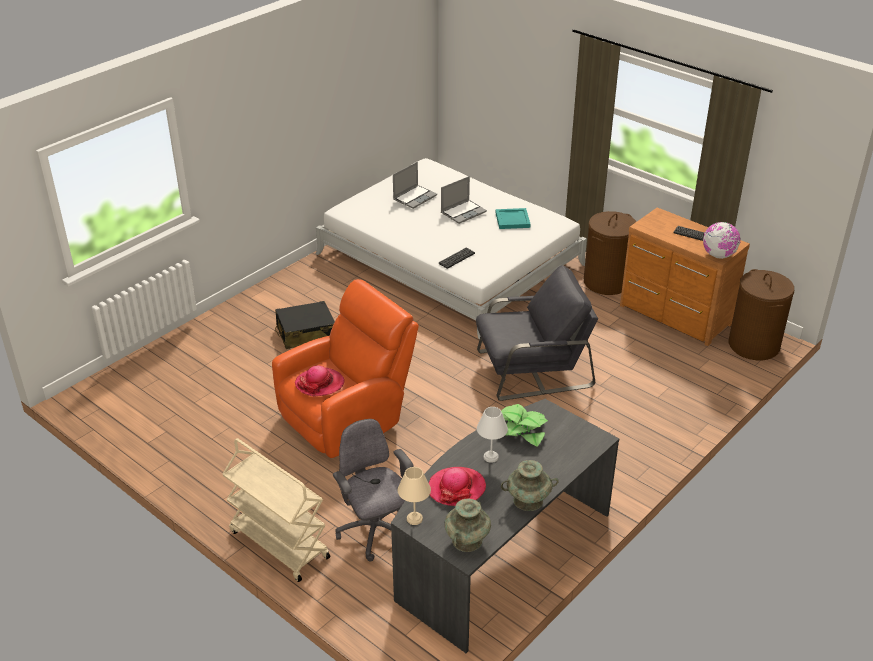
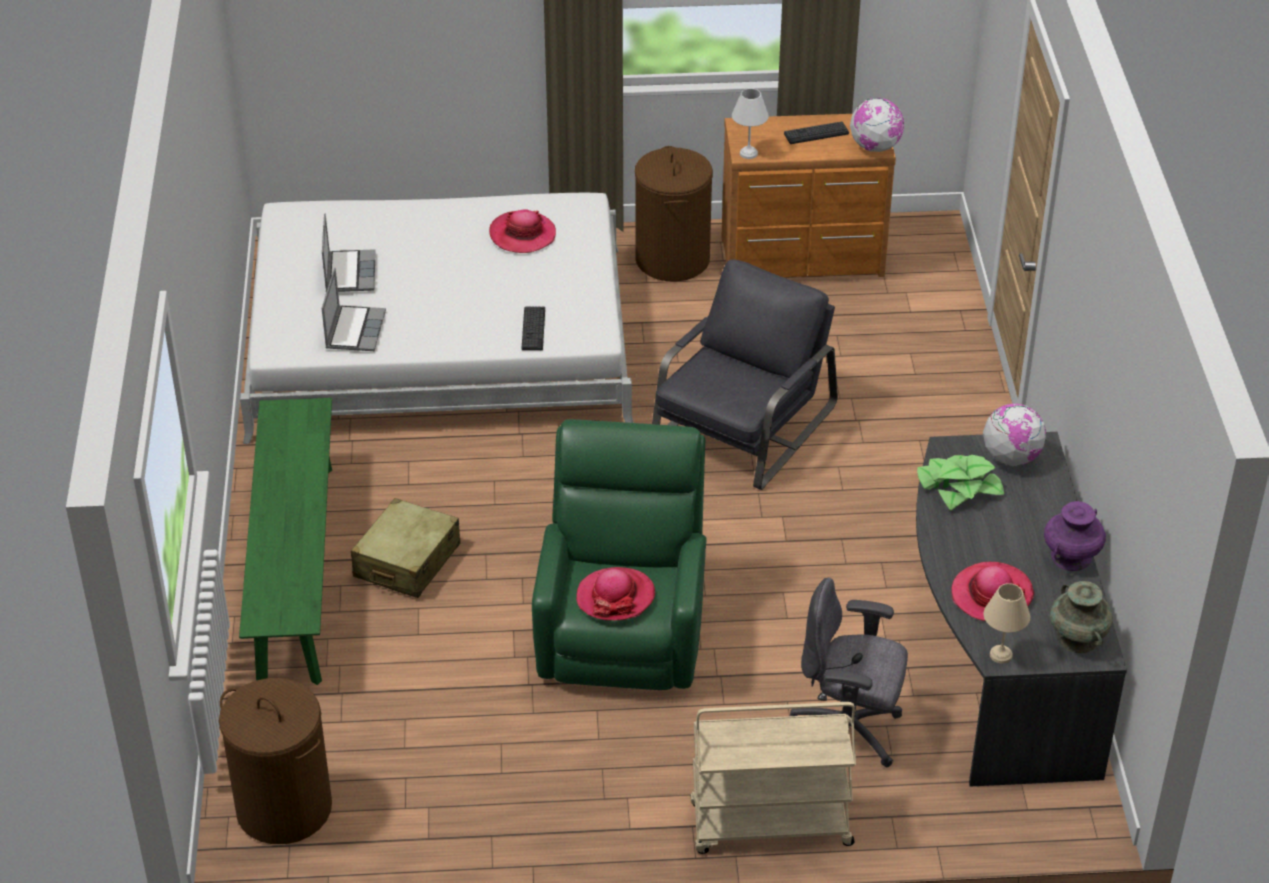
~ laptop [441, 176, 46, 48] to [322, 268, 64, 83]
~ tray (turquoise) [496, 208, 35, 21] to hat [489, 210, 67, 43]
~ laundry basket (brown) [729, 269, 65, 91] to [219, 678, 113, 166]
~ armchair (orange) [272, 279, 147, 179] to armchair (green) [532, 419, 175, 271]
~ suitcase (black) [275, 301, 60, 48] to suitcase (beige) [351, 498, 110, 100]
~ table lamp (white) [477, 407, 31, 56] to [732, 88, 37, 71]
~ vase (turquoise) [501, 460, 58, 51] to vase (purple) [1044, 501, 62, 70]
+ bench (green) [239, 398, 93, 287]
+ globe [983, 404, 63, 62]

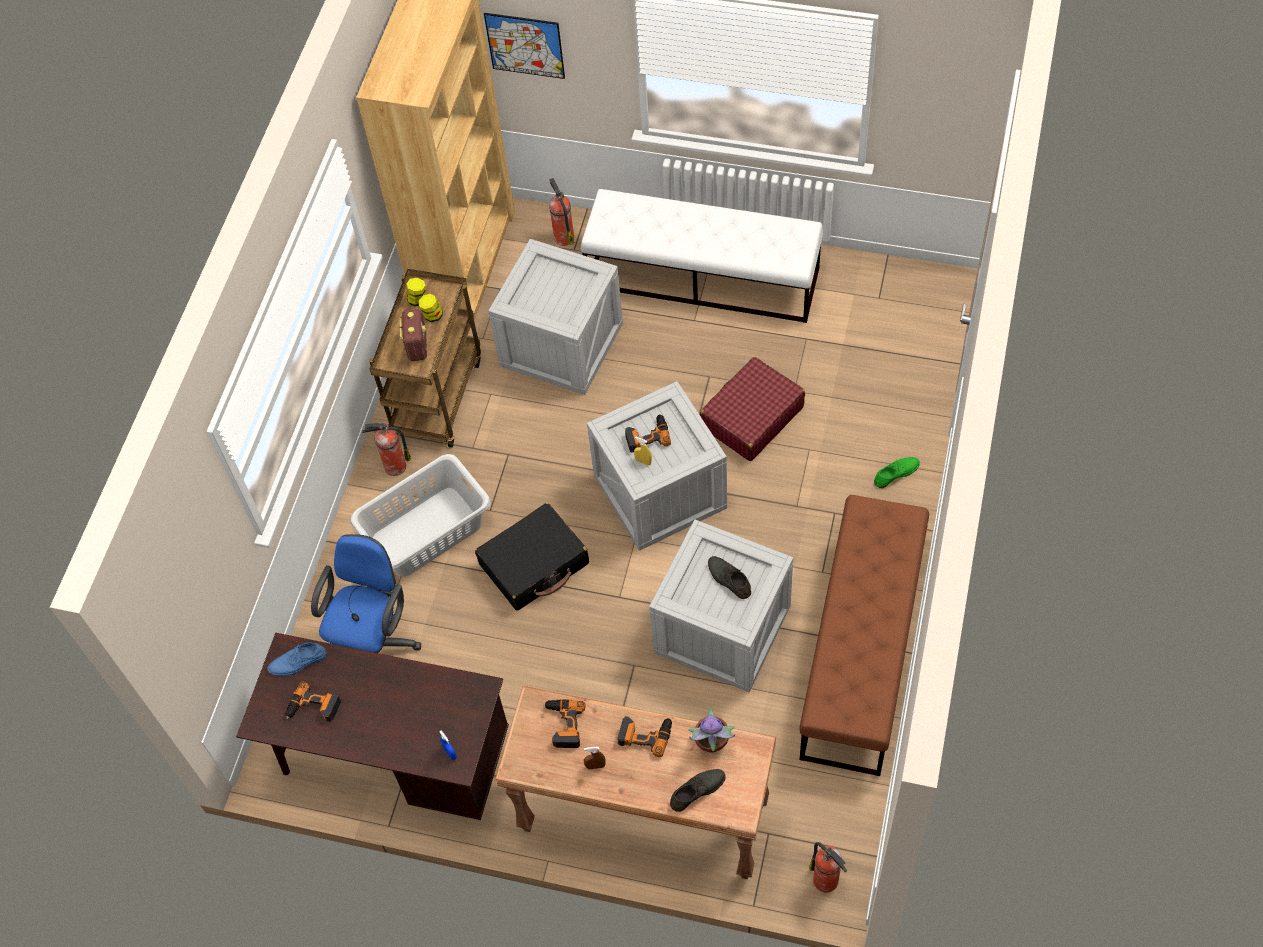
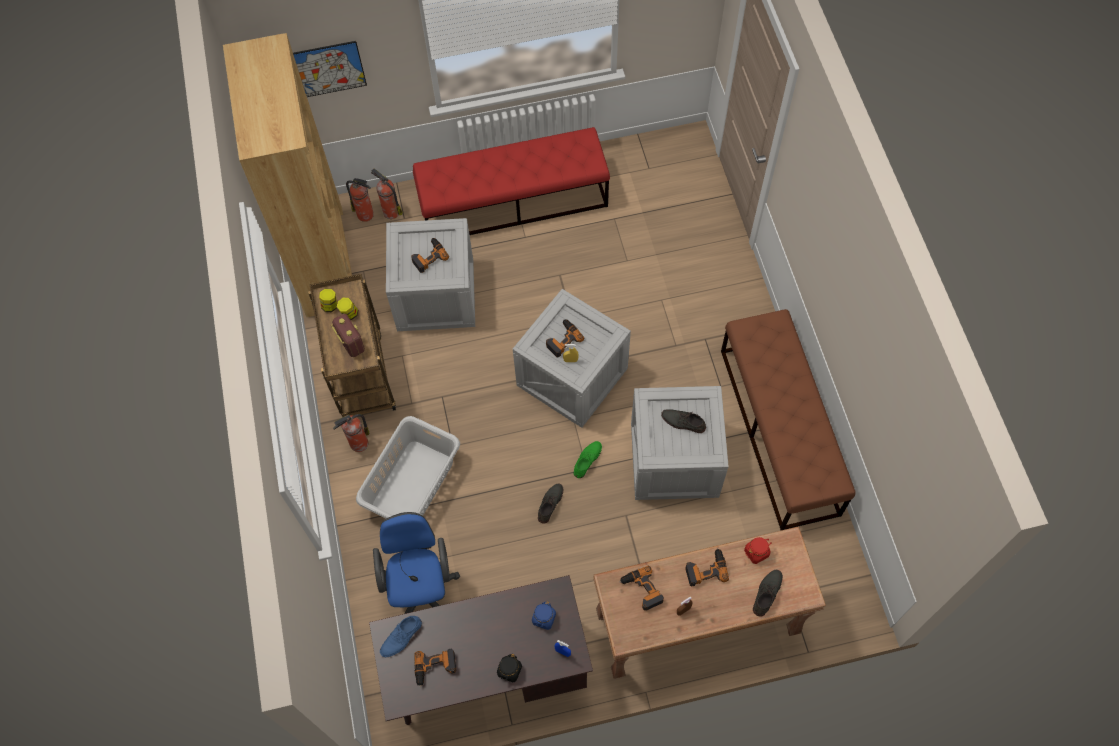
~ bench (white) [581, 189, 242, 134] to bench (red) [413, 127, 197, 108]
- suitcase (red) [700, 357, 105, 104]
~ shoe (green) [874, 457, 46, 31] to [574, 441, 28, 37]
- suitcase (black) [475, 503, 114, 108]
~ potted plant [688, 706, 47, 47] to jar (red) [744, 537, 28, 27]
~ fire extinguisher [809, 842, 38, 50] to [346, 178, 28, 44]
+ power drill [411, 238, 38, 35]
+ shoe (grey) [538, 483, 25, 41]
+ jar (blue) [532, 601, 24, 29]
+ jar (black) [497, 654, 25, 29]

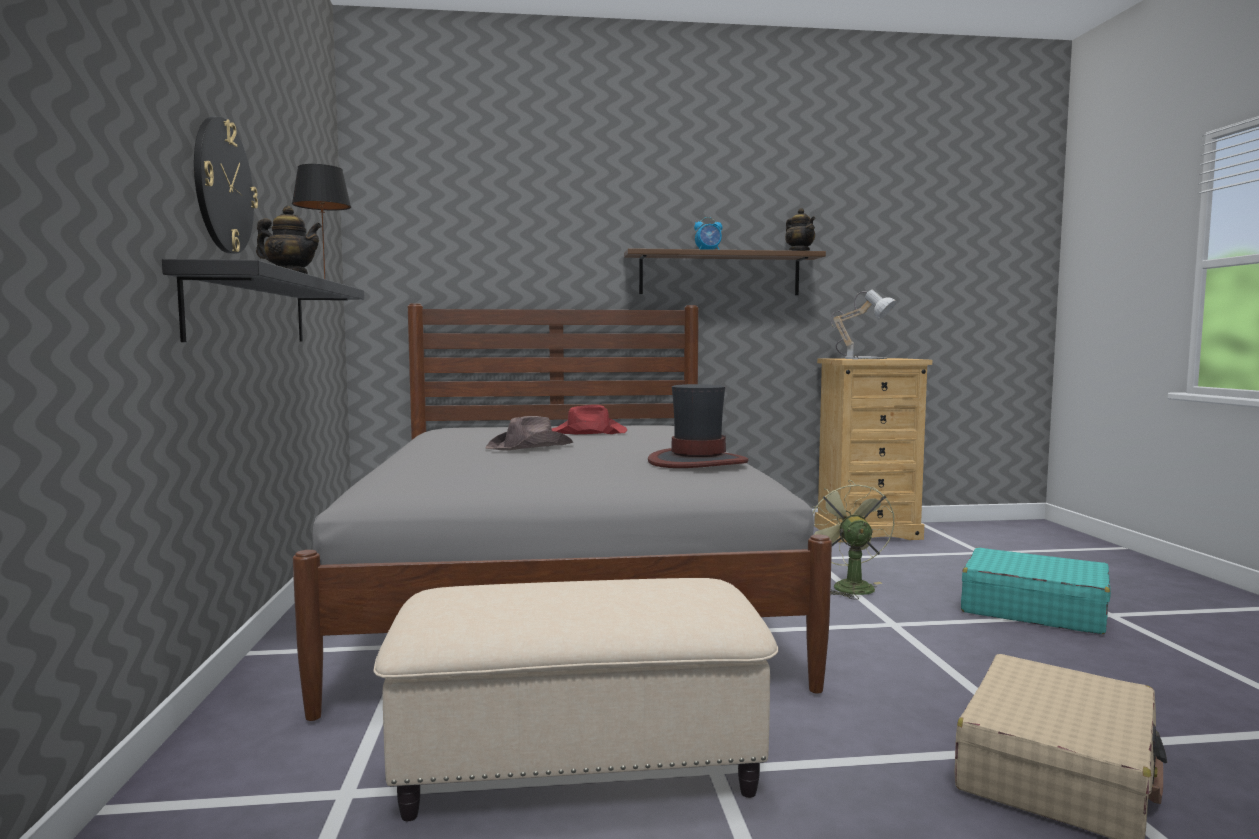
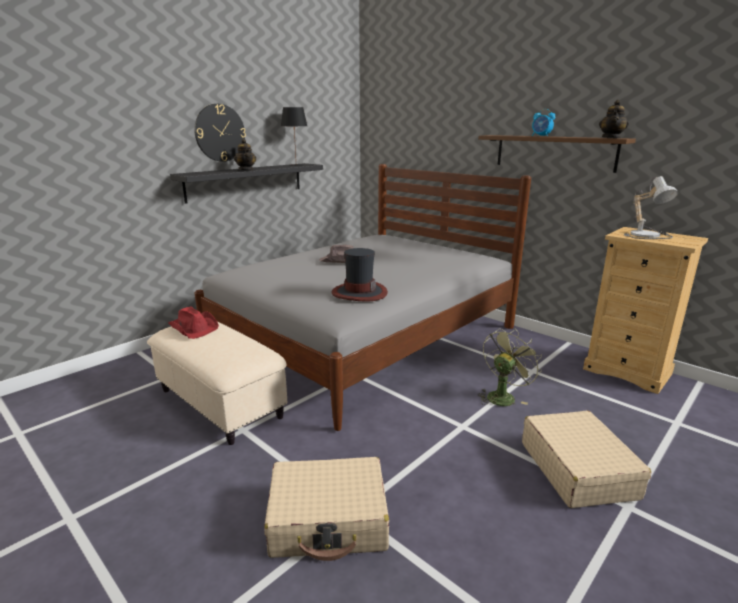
~ hat (red) [552, 405, 75, 29] to [168, 306, 51, 33]
~ suitcase (turquoise) [961, 548, 150, 86] to suitcase (beige) [522, 411, 129, 97]

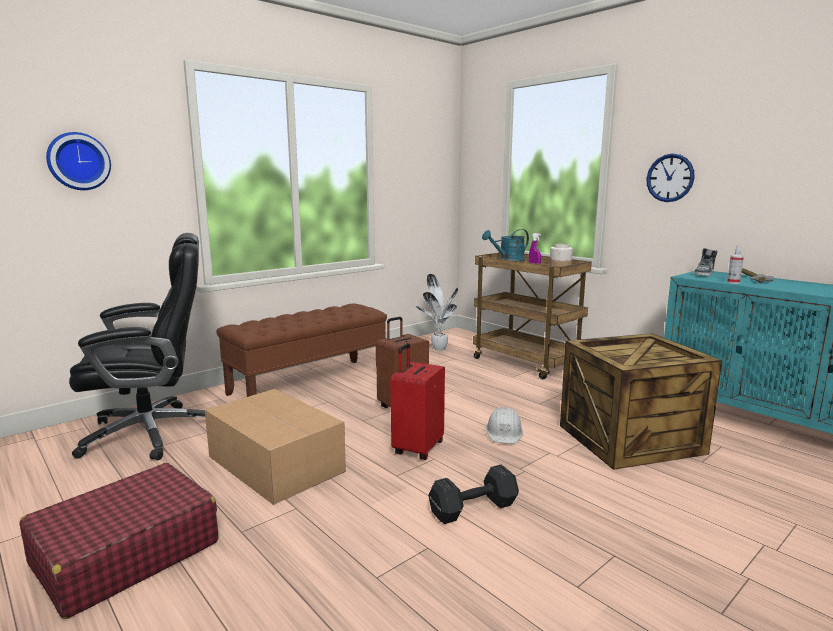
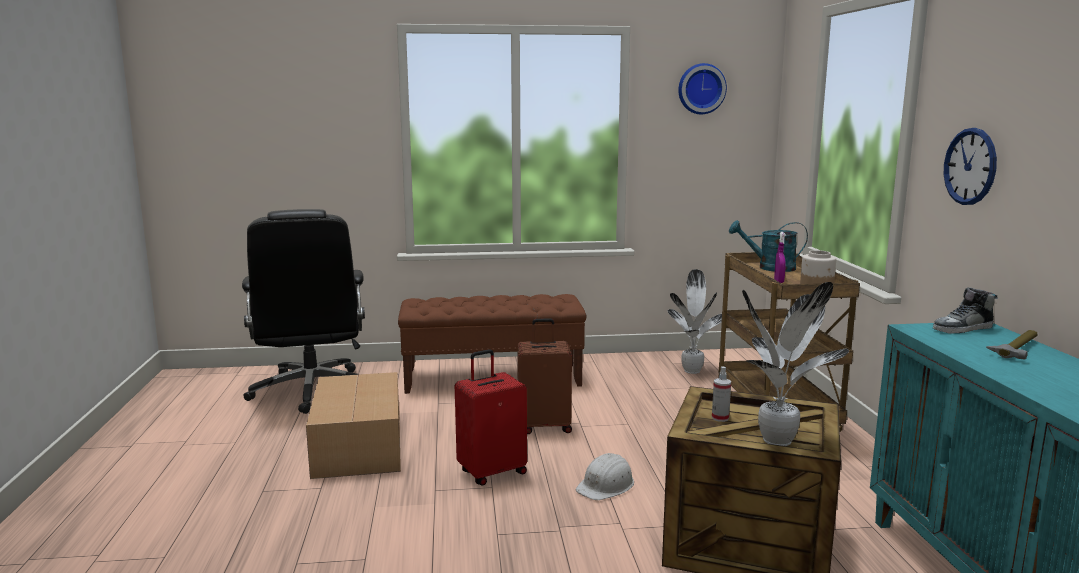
~ wall clock [46, 132, 65, 58] to [678, 63, 49, 51]
~ office chair (black) [69, 233, 136, 227] = [242, 209, 123, 205] 60 degrees clockwise
~ spray bottle [727, 246, 17, 38] to [712, 367, 19, 55]
- suitcase (red) [19, 463, 199, 156]
- dumbbell (black) [428, 465, 91, 59]
+ potted plant [742, 282, 107, 164]

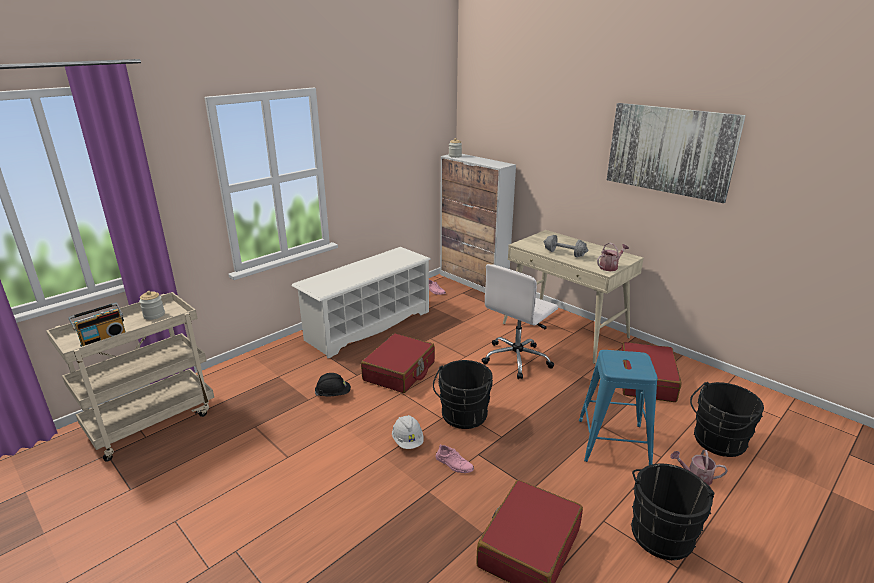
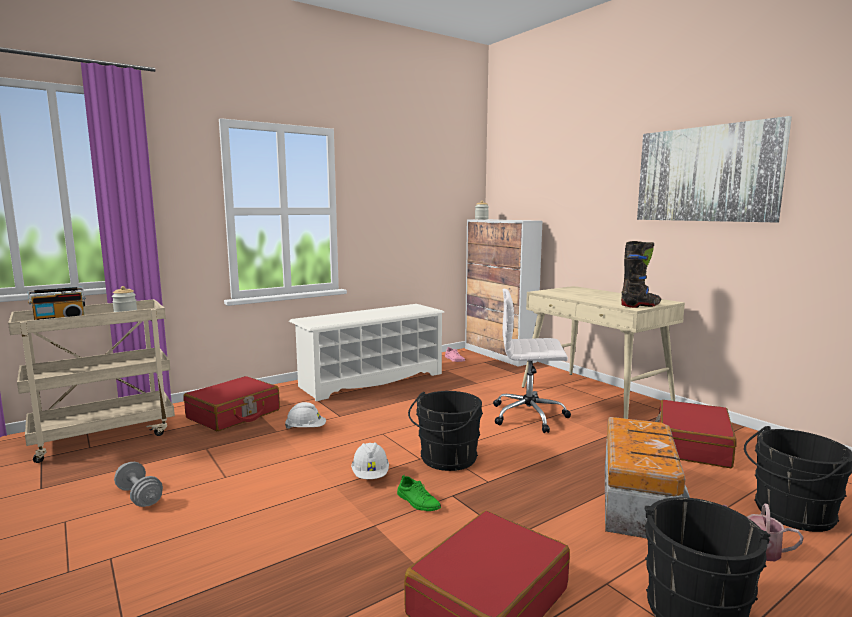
~ dumbbell (grey) [544, 235, 44, 22] to [114, 462, 49, 45]
~ watering can [597, 243, 32, 28] to boot (black) [621, 241, 40, 67]
~ office chair (white) [482, 264, 76, 115] = [493, 289, 78, 144] 45 degrees clockwise
~ suitcase (red) [361, 333, 74, 60] to [183, 376, 97, 55]
~ stool (blue) [579, 350, 79, 115] to storage box [605, 417, 85, 122]
~ hard hat (black) [315, 373, 36, 23] to hard hat (white) [285, 402, 41, 27]
~ shoe (pink) [436, 445, 38, 28] to shoe (green) [397, 475, 44, 36]

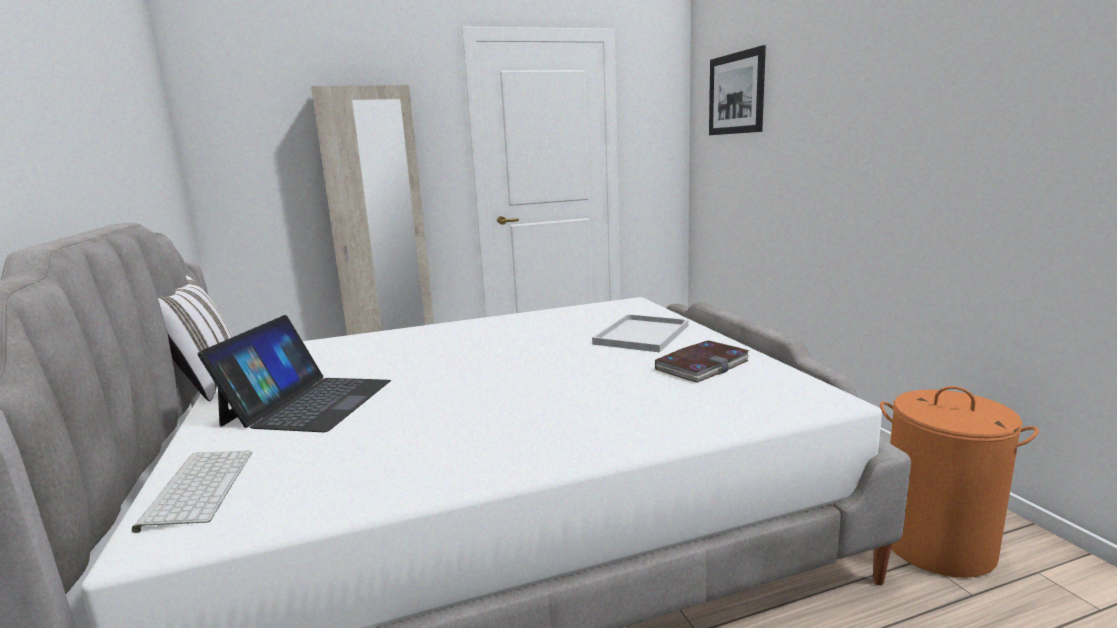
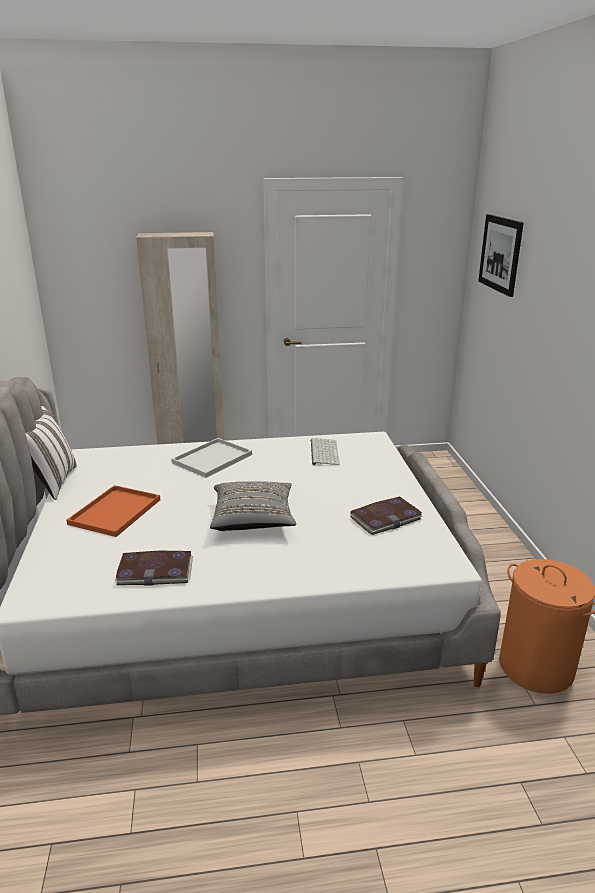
~ tray (white) [592, 314, 97, 38] to [171, 438, 81, 40]
~ laptop [198, 315, 193, 117] to tray (orange) [67, 485, 93, 52]
~ keyboard [132, 451, 120, 82] to [311, 438, 29, 27]
+ pillow (grey) [210, 481, 86, 50]
+ book [115, 551, 78, 35]

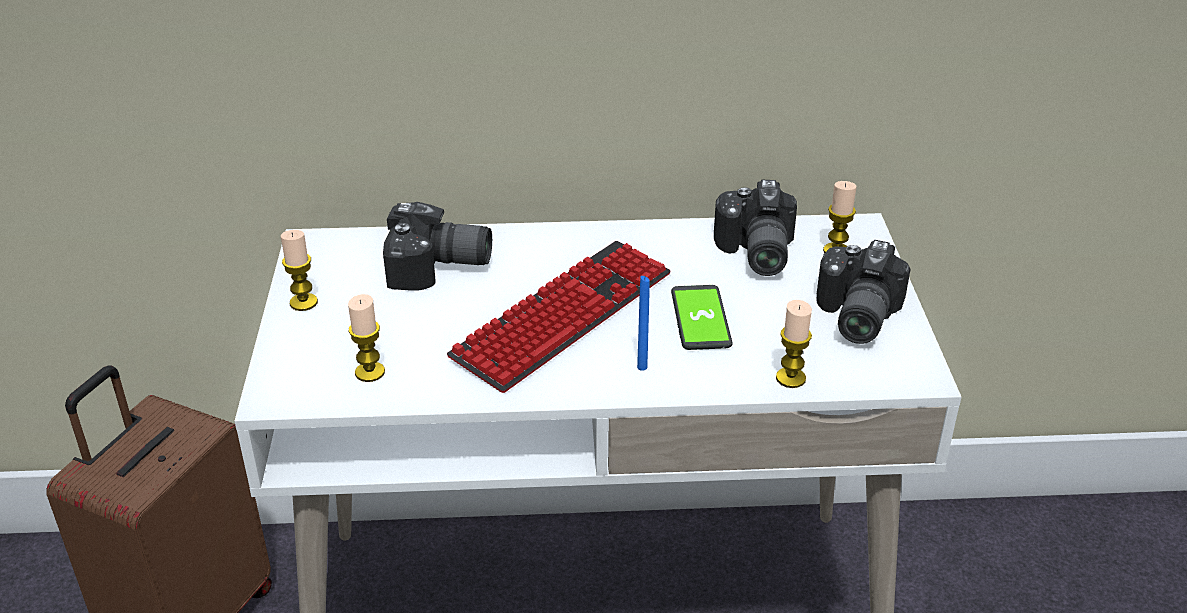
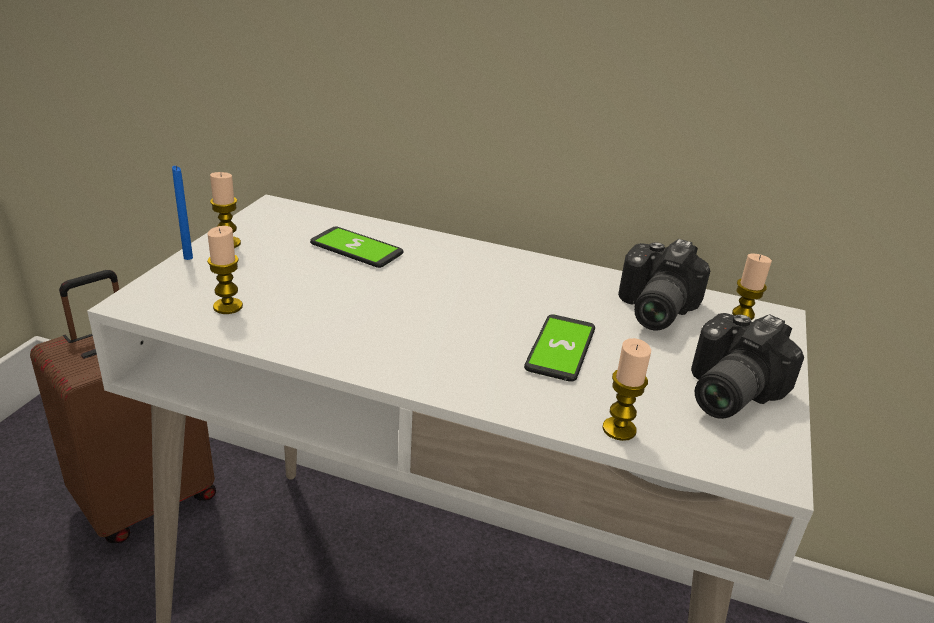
~ photo camera [383, 202, 109, 88] to phone [310, 227, 94, 41]
- keyboard [447, 241, 224, 152]
~ candle (blue) [637, 276, 13, 95] to [172, 166, 21, 94]

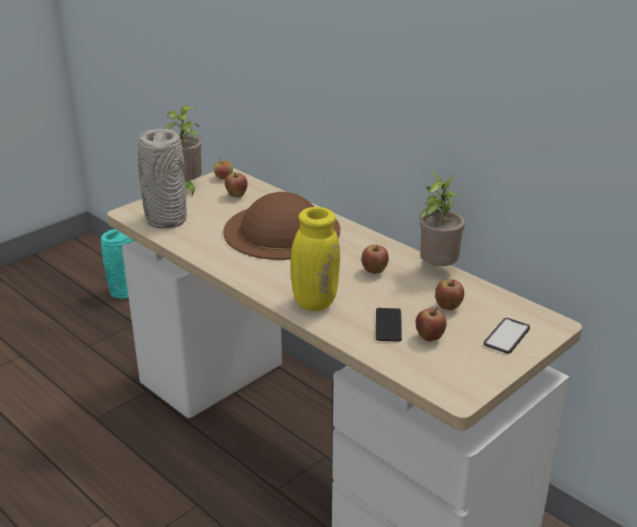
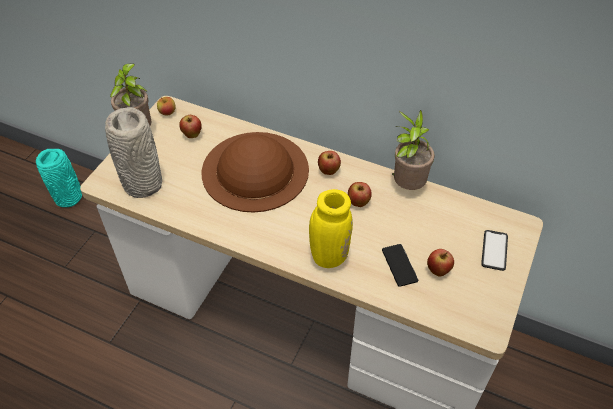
~ apple [435, 279, 29, 31] to [318, 151, 23, 24]

